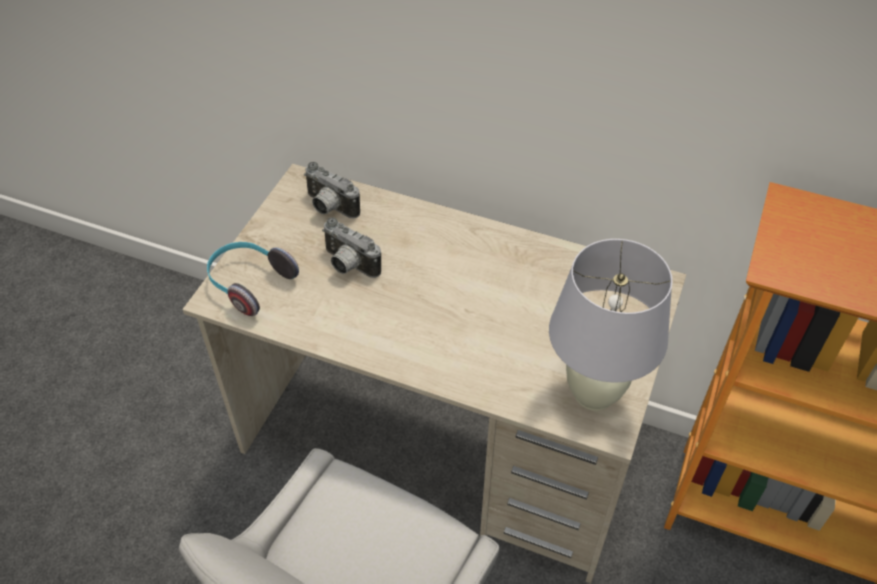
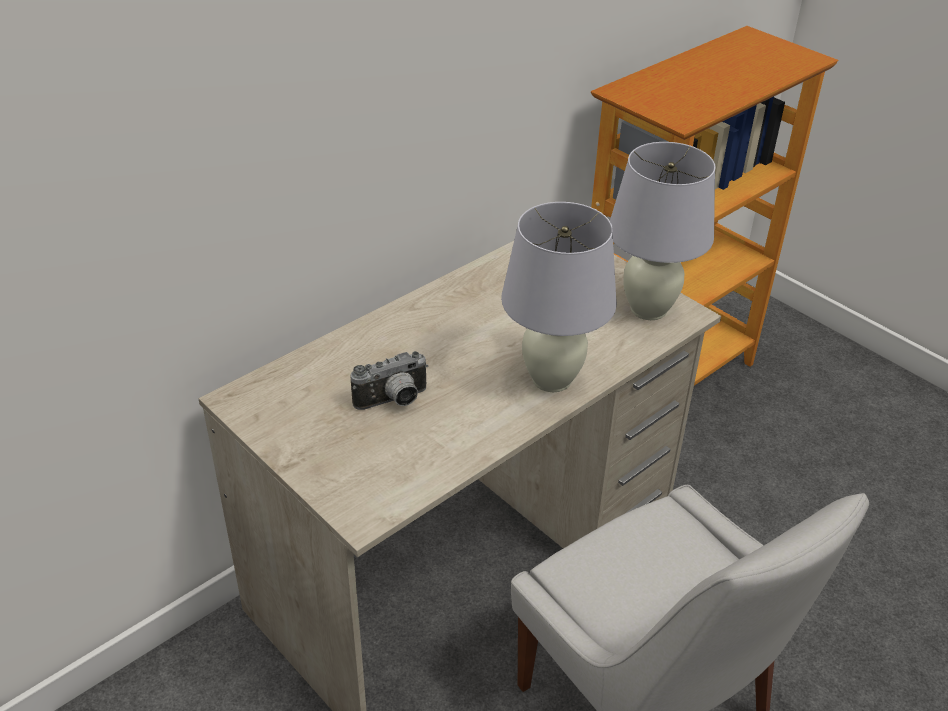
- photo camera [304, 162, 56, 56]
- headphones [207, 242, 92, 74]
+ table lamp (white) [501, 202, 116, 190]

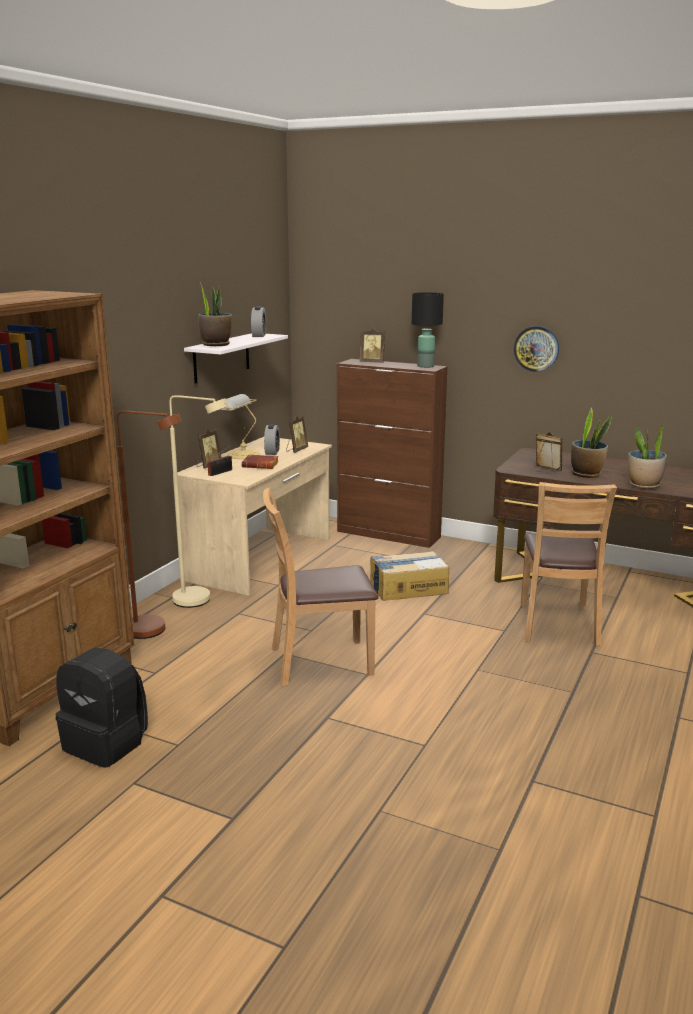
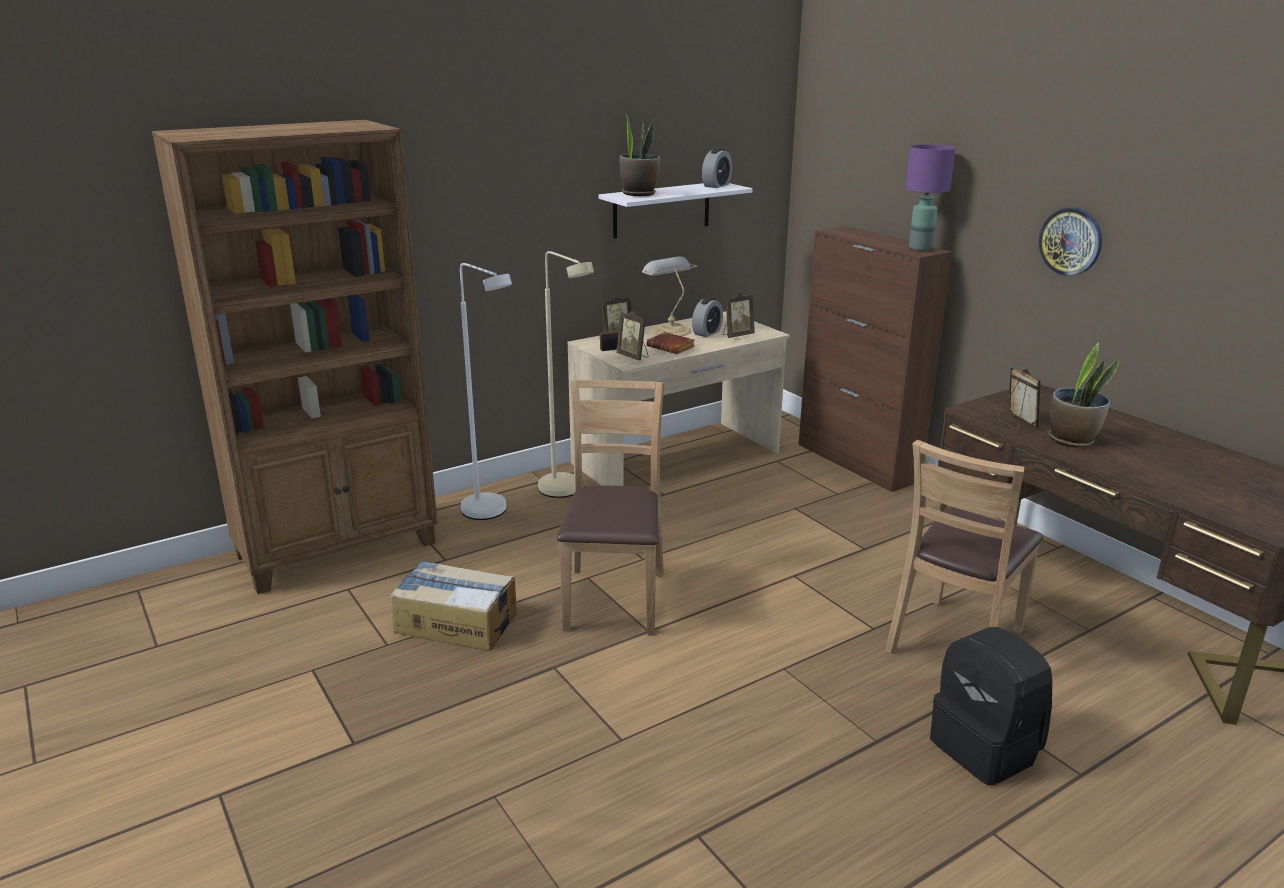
~ table lamp (black) [412, 292, 32, 76] to table lamp (purple) [906, 144, 50, 107]
~ picture frame [359, 328, 26, 35] to [616, 310, 33, 51]
~ floor lamp (brown) [117, 411, 65, 228] to floor lamp (white) [460, 263, 52, 257]
- potted plant [628, 423, 39, 66]
~ chair (brown) [263, 488, 115, 198] = [557, 380, 108, 255] 75 degrees clockwise
~ cardboard box [370, 551, 79, 50] to [391, 560, 126, 91]
~ backpack (black) [56, 647, 92, 121] to [930, 627, 123, 159]

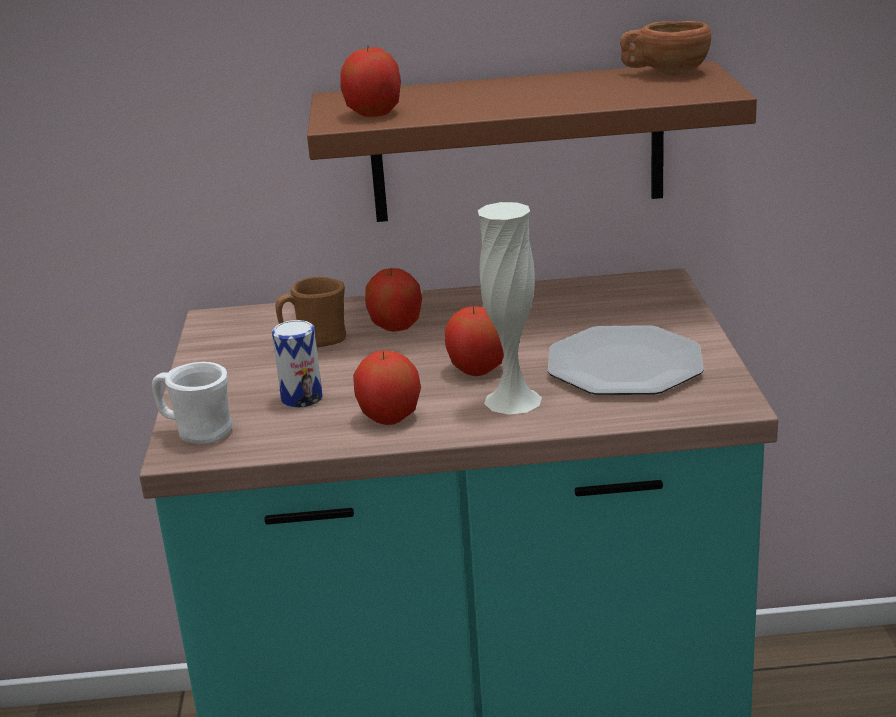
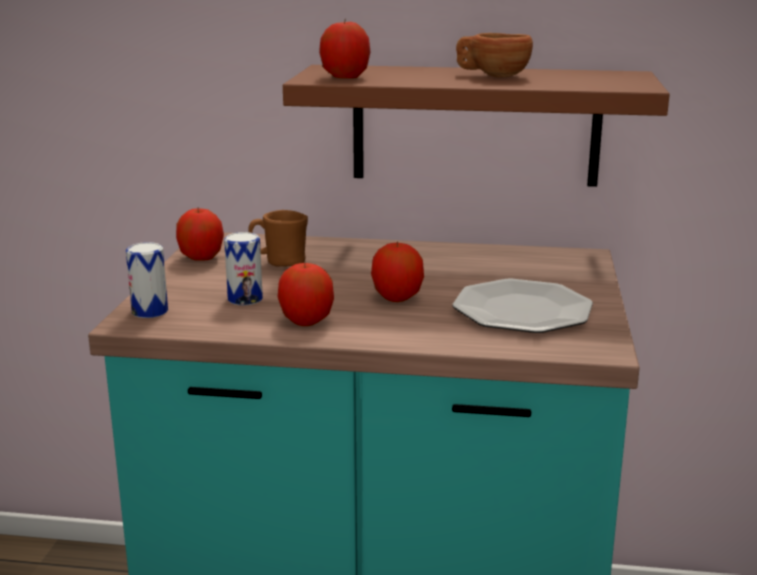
~ cup (brown) [620, 21, 91, 54] to [456, 33, 77, 45]
- vase (white) [478, 202, 64, 213]
~ apple [365, 268, 57, 64] to [176, 208, 48, 53]
~ mug (white) [152, 362, 80, 82] to can [126, 242, 42, 76]

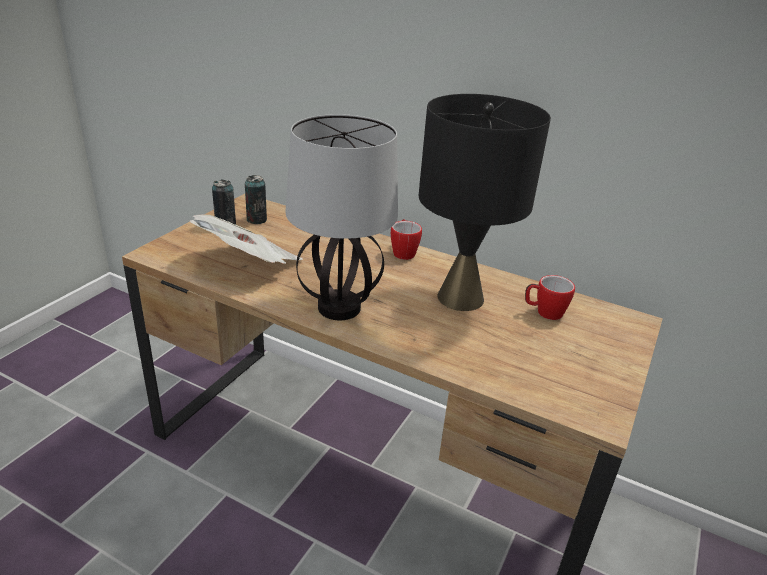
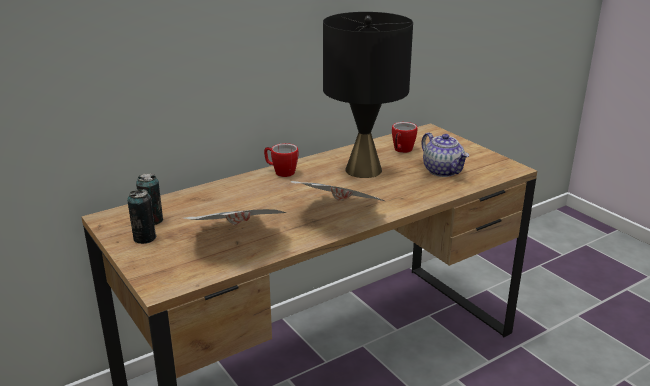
~ table lamp [285, 114, 113, 206] to newspaper [290, 181, 94, 20]
+ teapot [422, 132, 47, 45]

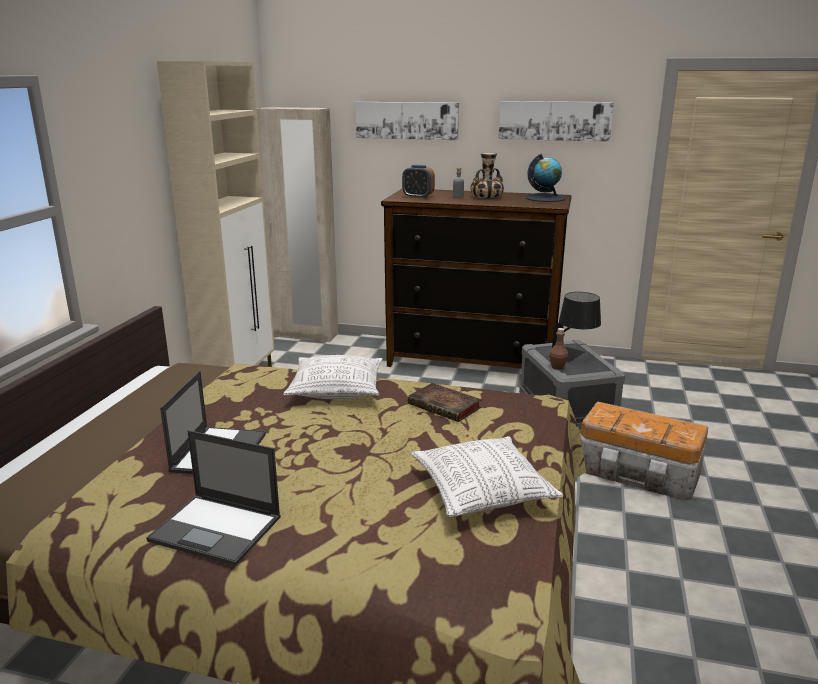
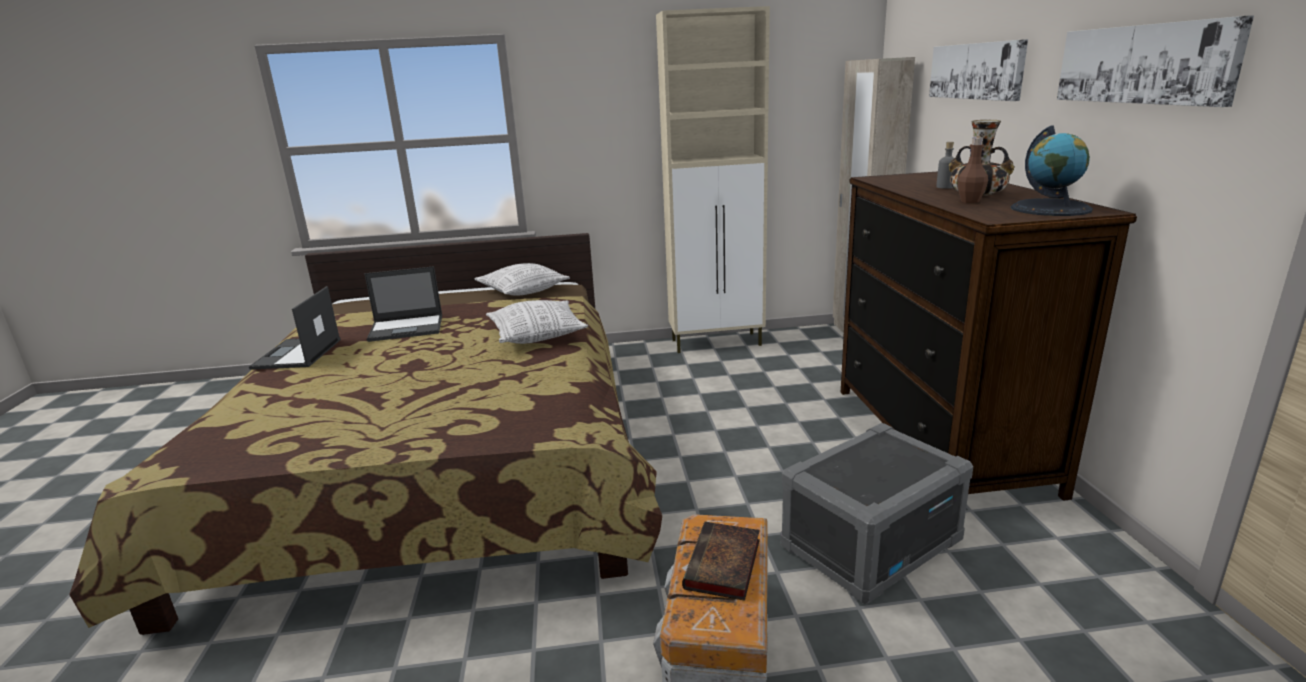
- alarm clock [402, 165, 33, 34]
- table lamp (black) [549, 292, 52, 70]
~ bottle (brown) [549, 328, 19, 42] to [958, 137, 30, 66]
~ book [408, 383, 74, 39] to [682, 522, 78, 79]
~ pillow [411, 436, 152, 81] to [474, 263, 96, 33]

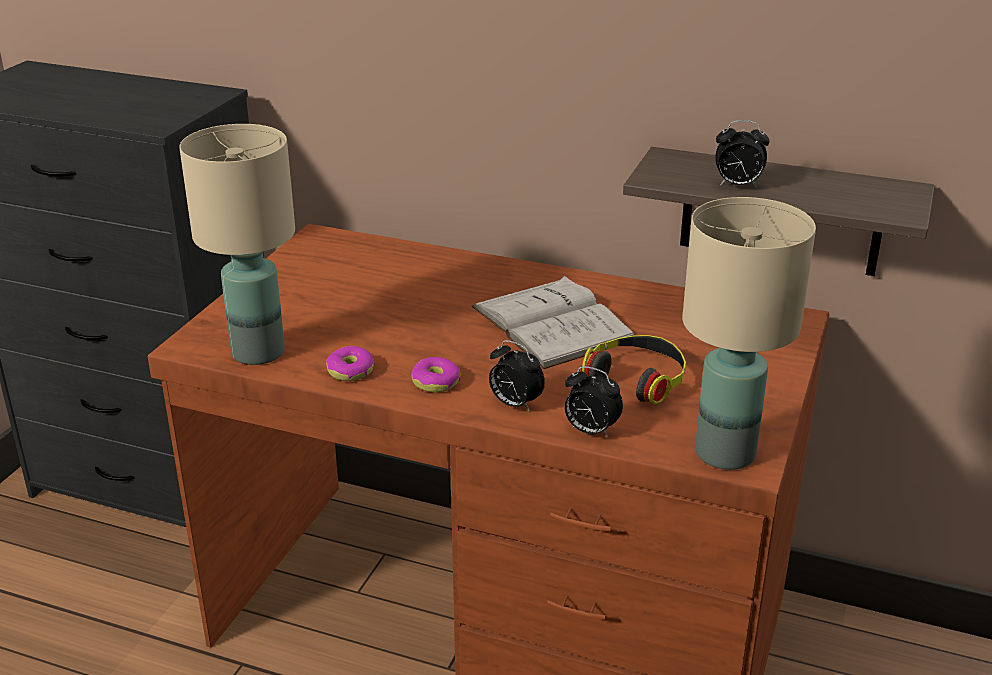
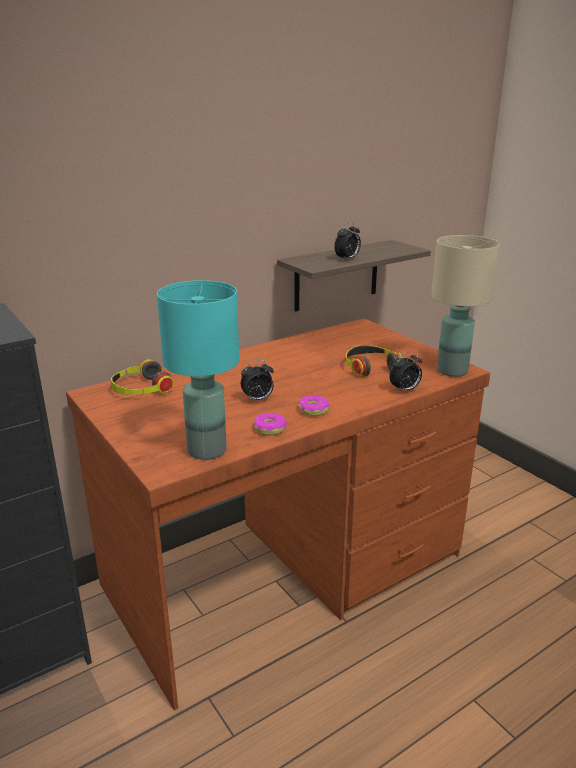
~ table lamp (beige) [179, 124, 116, 241] to table lamp (turquoise) [157, 280, 82, 180]
- book (white) [472, 276, 163, 93]
~ alarm clock [489, 340, 56, 72] to [241, 360, 33, 42]
+ headphones [111, 359, 63, 36]

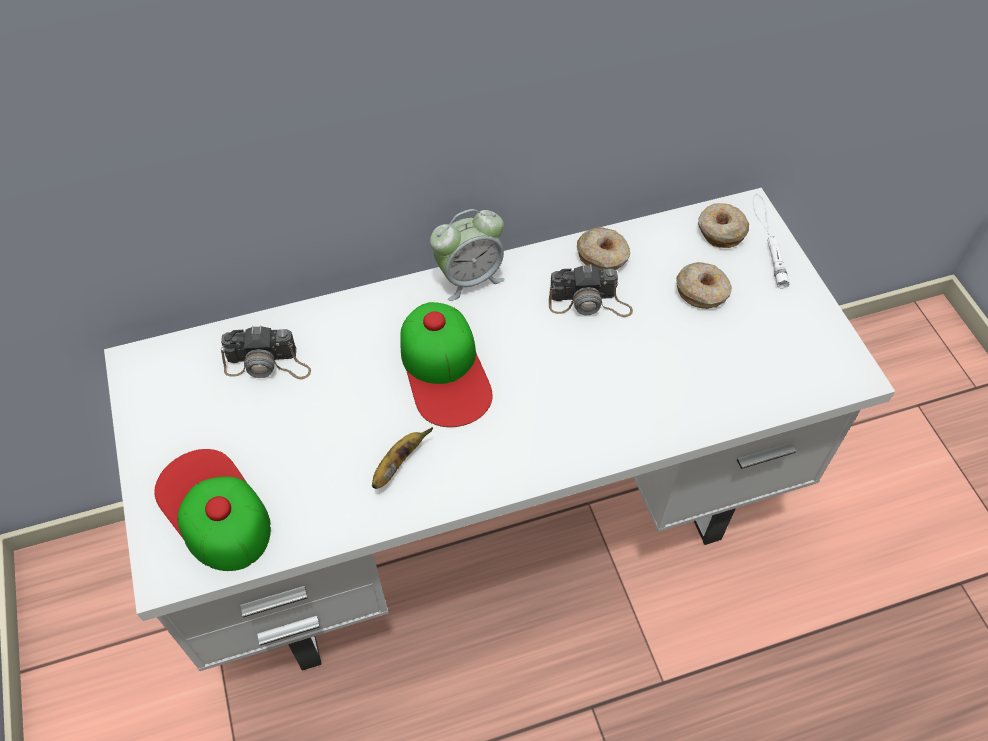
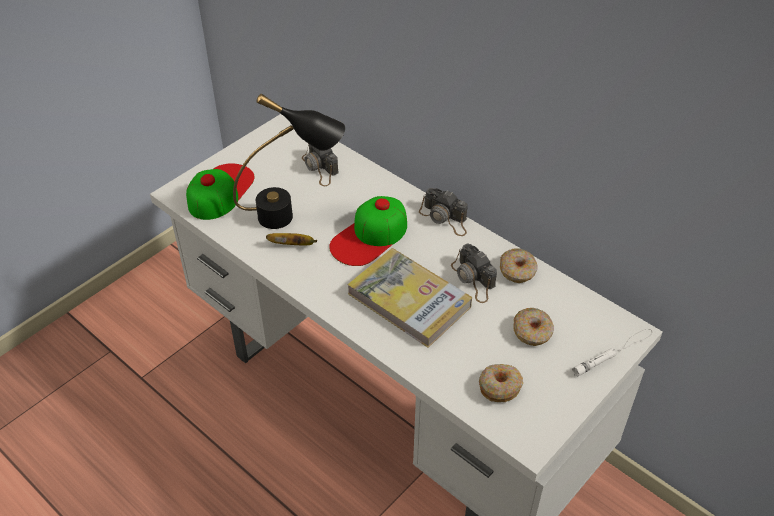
~ donut [698, 203, 51, 45] to [479, 364, 44, 38]
~ alarm clock [430, 209, 75, 92] to photo camera [419, 188, 49, 48]
+ table lamp (black) [233, 94, 112, 135]
+ book [347, 248, 125, 100]

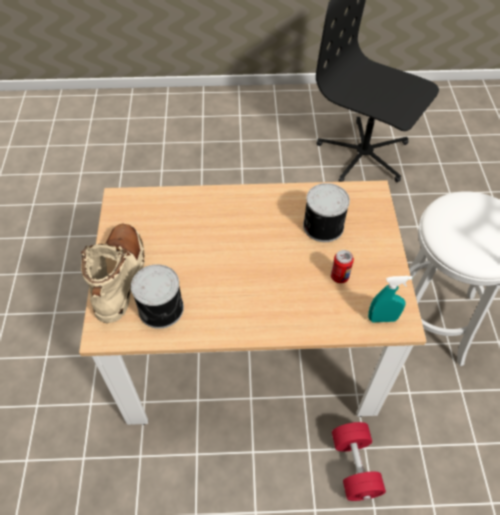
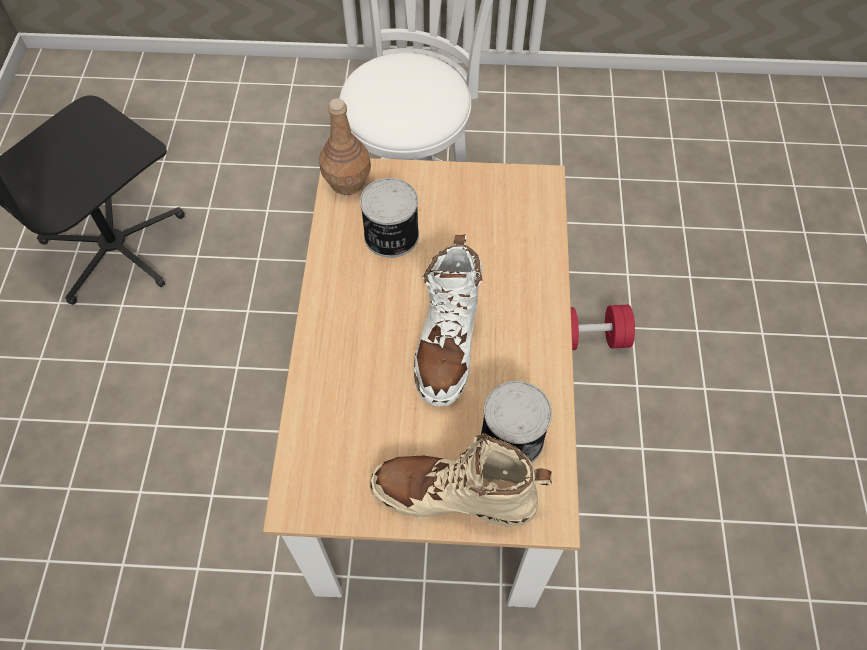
- can [331, 250, 23, 33]
- spray bottle (turquoise) [368, 276, 44, 46]
+ bottle (brown) [319, 98, 52, 97]
+ boot (white) [414, 234, 68, 172]

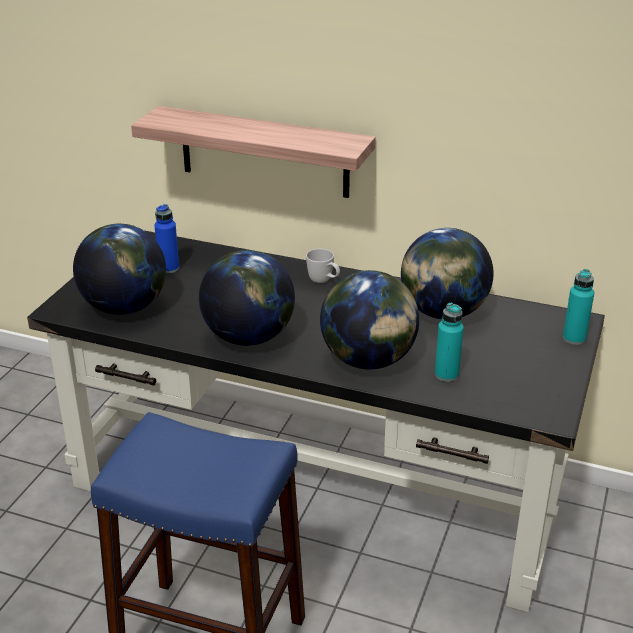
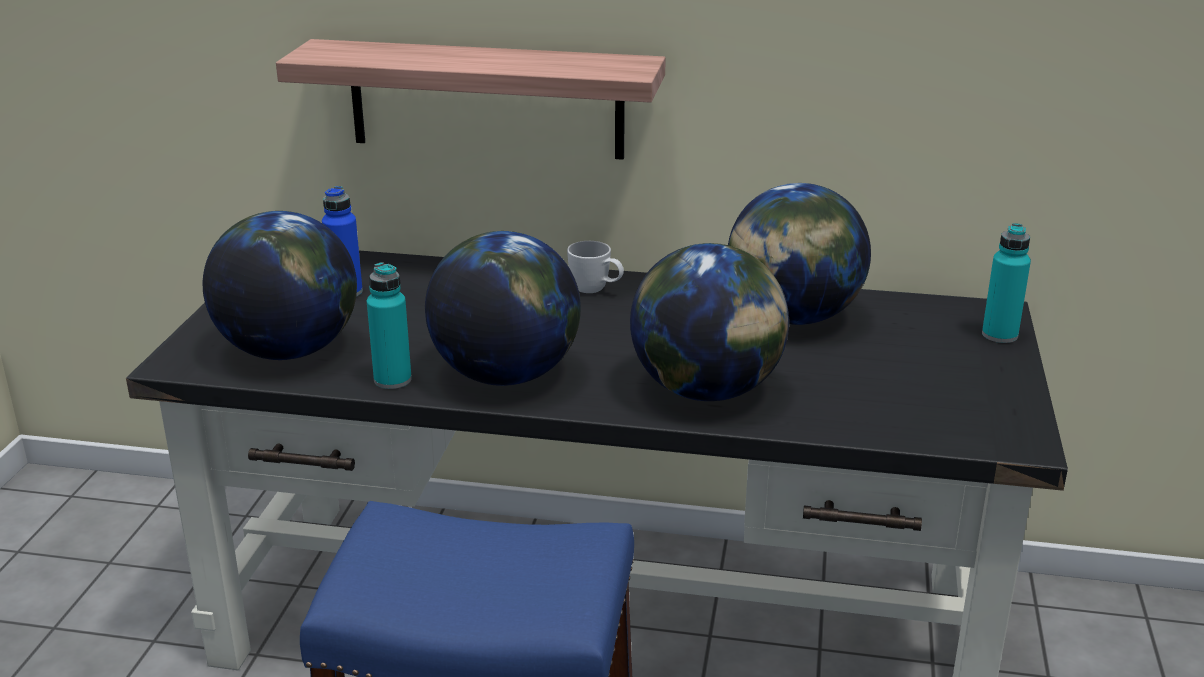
~ bottle (turquoise) [435, 303, 29, 79] to [367, 262, 45, 127]

